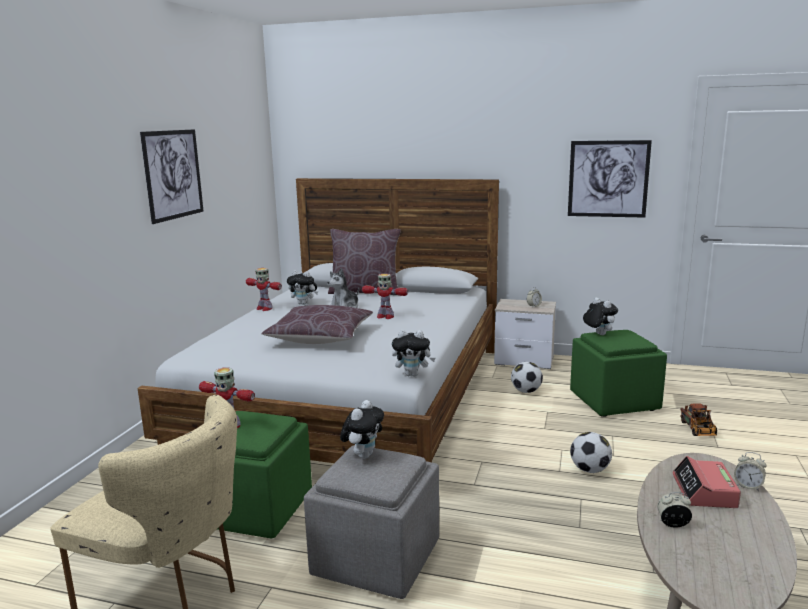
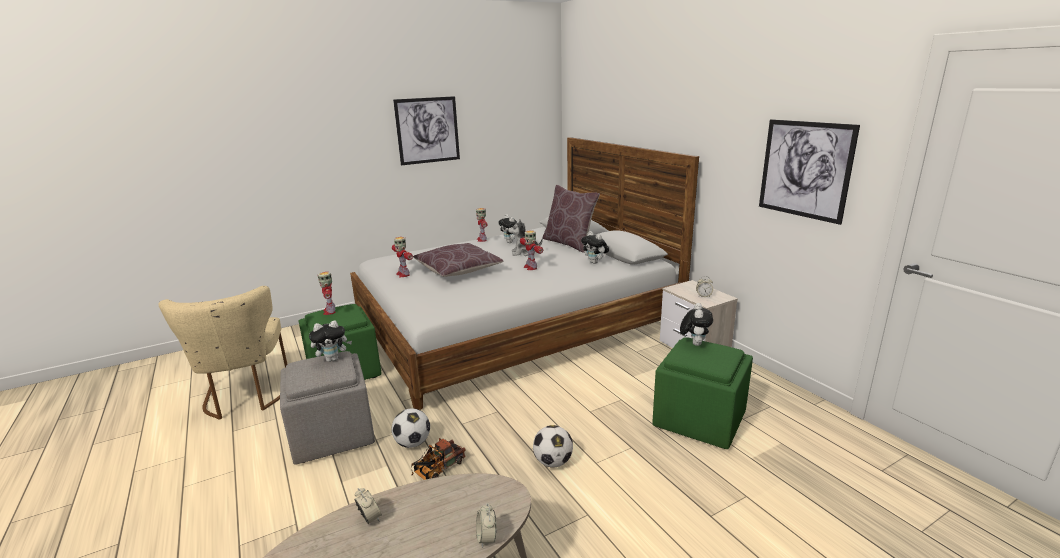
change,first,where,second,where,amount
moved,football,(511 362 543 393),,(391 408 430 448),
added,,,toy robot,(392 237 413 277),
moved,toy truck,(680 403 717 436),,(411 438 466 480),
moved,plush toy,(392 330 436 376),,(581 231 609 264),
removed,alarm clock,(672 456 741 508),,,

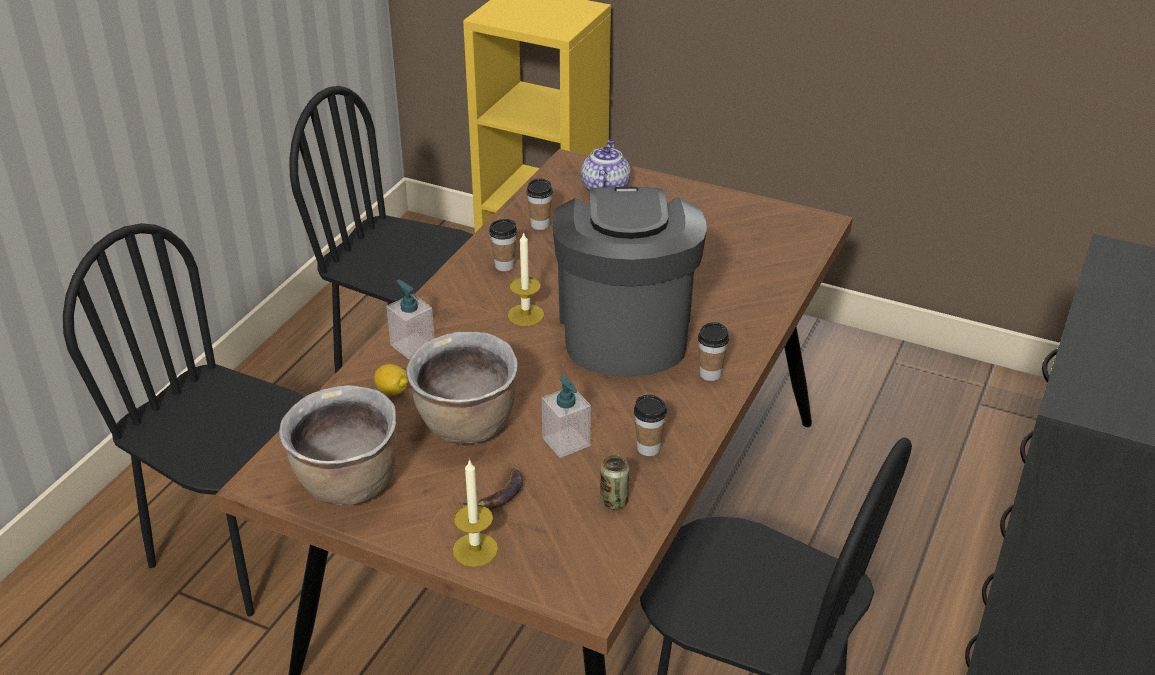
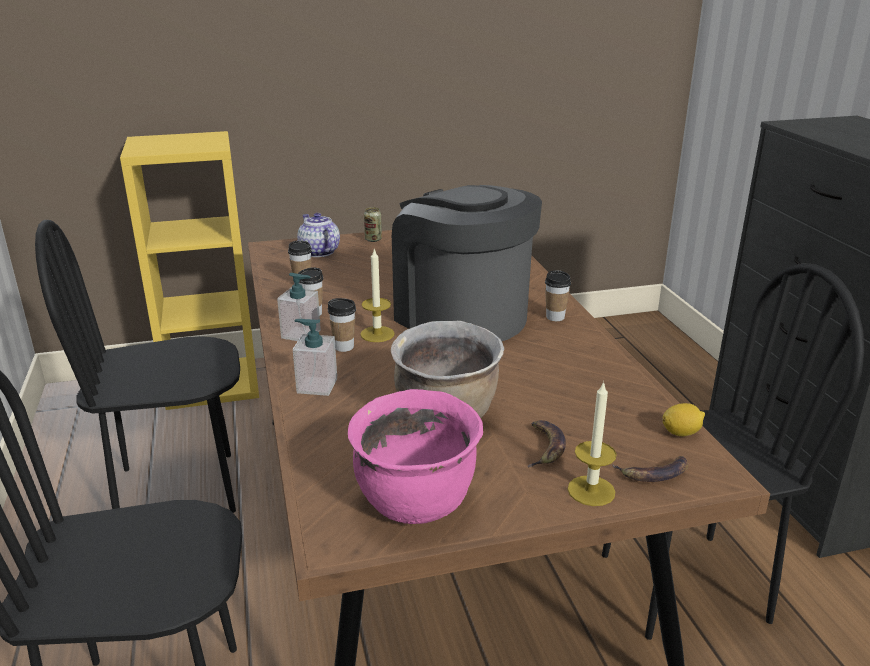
change,first,where,second,where,amount
moved,soap dispenser,(542 376 591 458),,(277 273 321 341),
moved,cup,(634 394 667 456),,(328 298 356 352),
recoloured,brown cooking pot,(279 385 397 505),pink cooking pot,(348 389 483 524),
moved,can,(600 455 629 510),,(364 207 382 242),
added,,,banana,(612 456 688 482),
moved,lemon,(374 364 409 395),,(662 403 705 436),

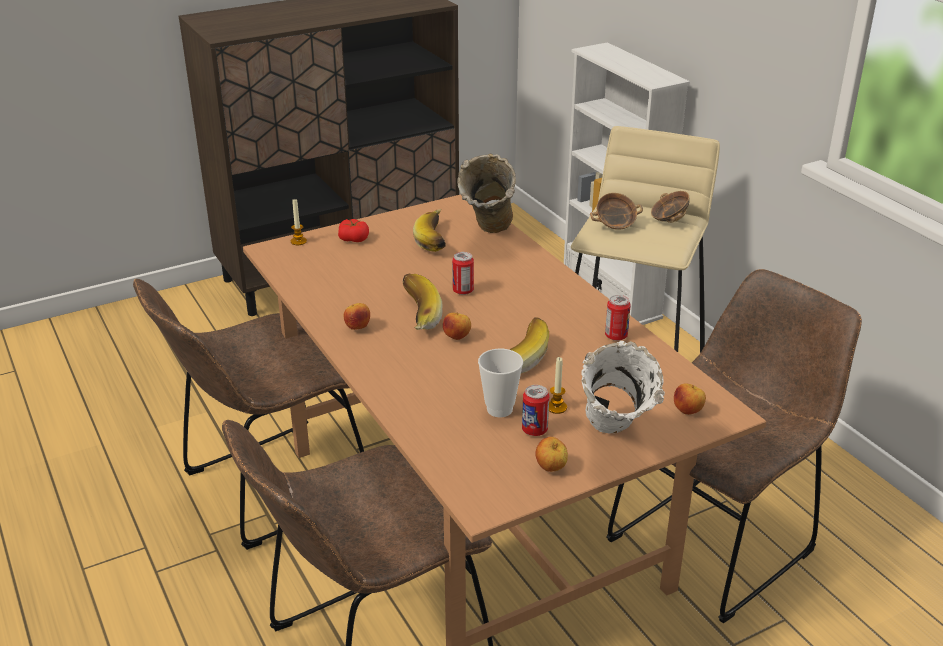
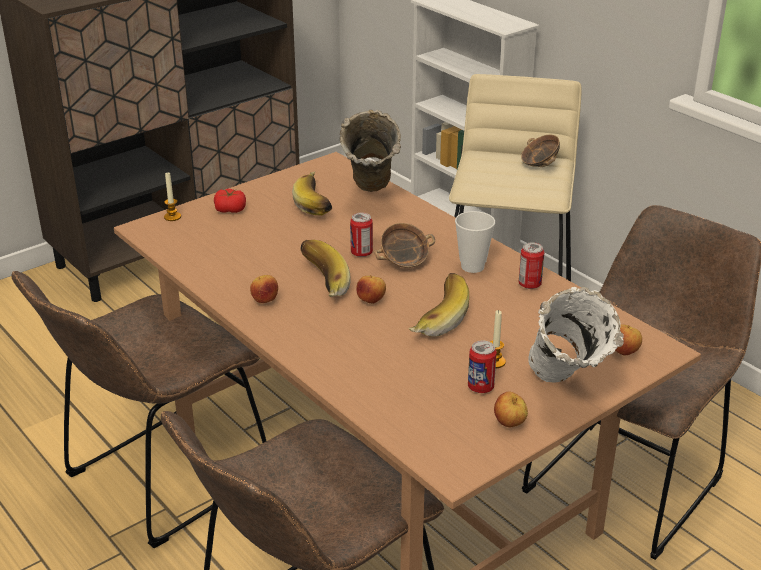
change,first,where,second,where,amount
moved,bowl,(590 193 643 230),,(374 223 435 268),
moved,cup,(478 349 523 417),,(455 211 495 273),

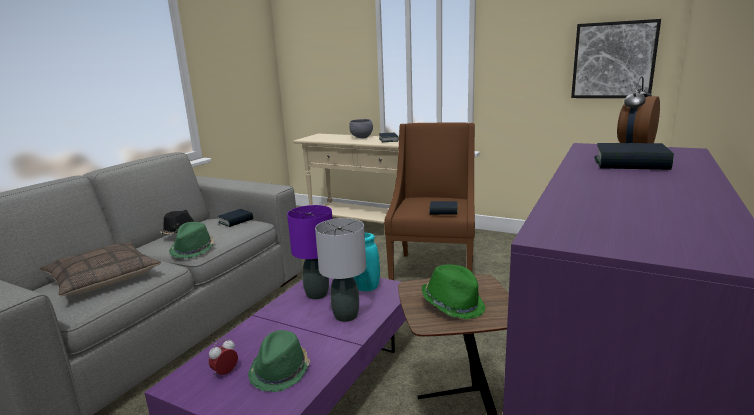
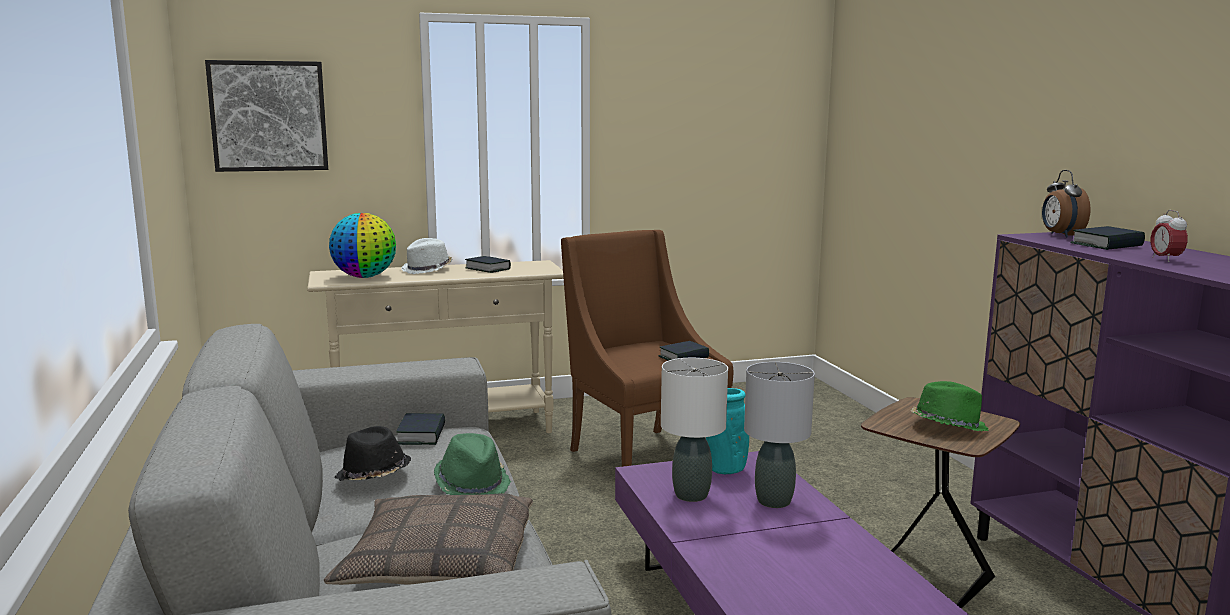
change,first,where,second,where,amount
moved,picture,(571 19 661 98),,(205 60 328 172),
added,,,globe,(329 213 396 278),
replaced,grey bowl,(349 119 373 138),white hat,(401 238 452 274),
recoloured,purple table lamp,(287 205 332 299),white table lamp,(661 358 728 502),
moved,alarm clock,(209 339 238 376),,(1150 210 1188 262),
removed,green hat,(248 330 310 392),,,

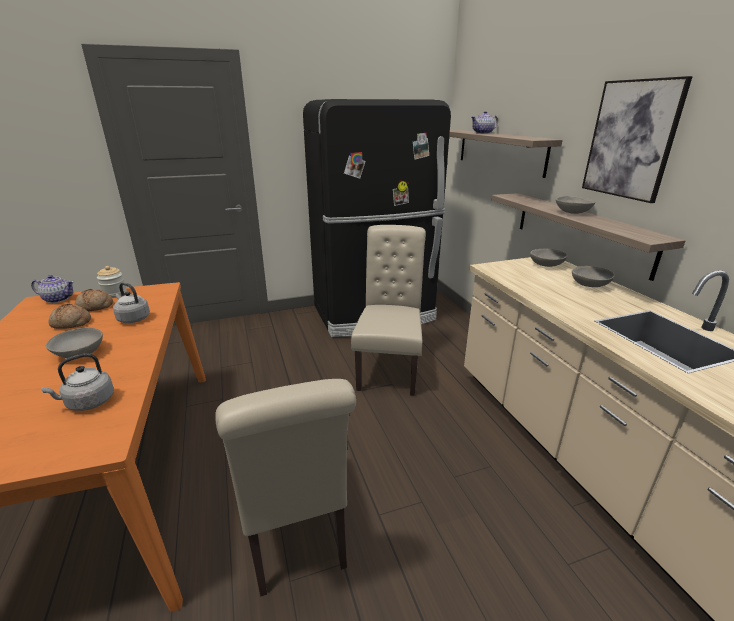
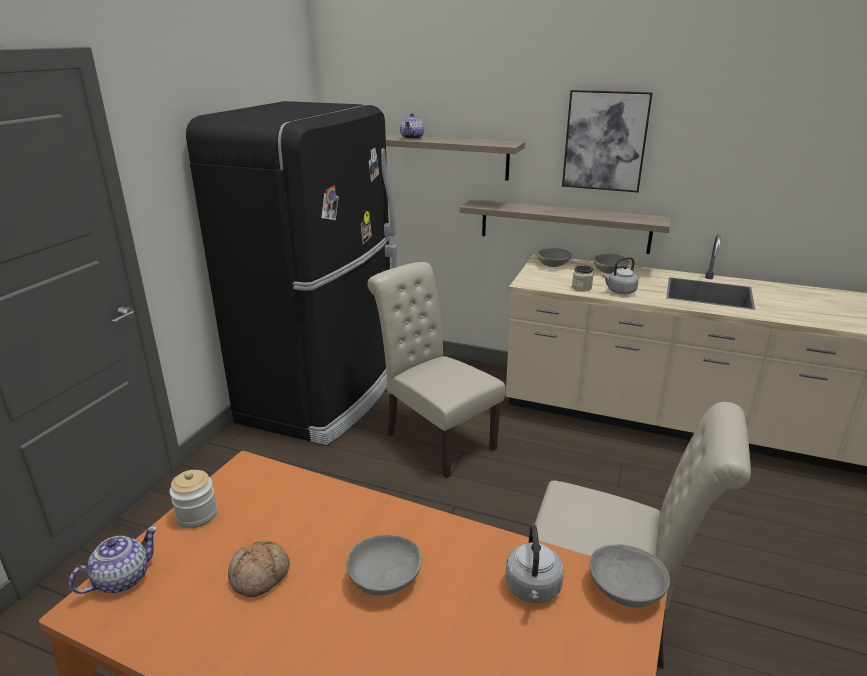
change,first,where,second,where,amount
added,,,jar,(572 265 594 291),
moved,grey bowl,(556 196 596 214),,(590 544 670 607),
moved,grey kettle,(113 283 150 323),,(603 257 639 294),
removed,bread,(74 289 113 311),,,

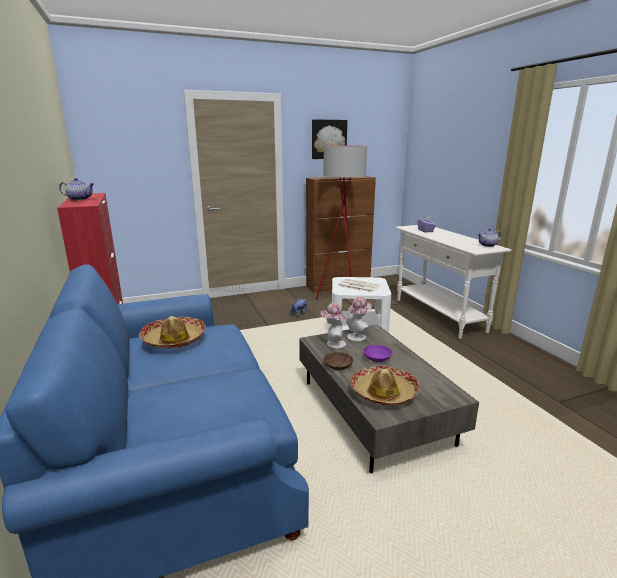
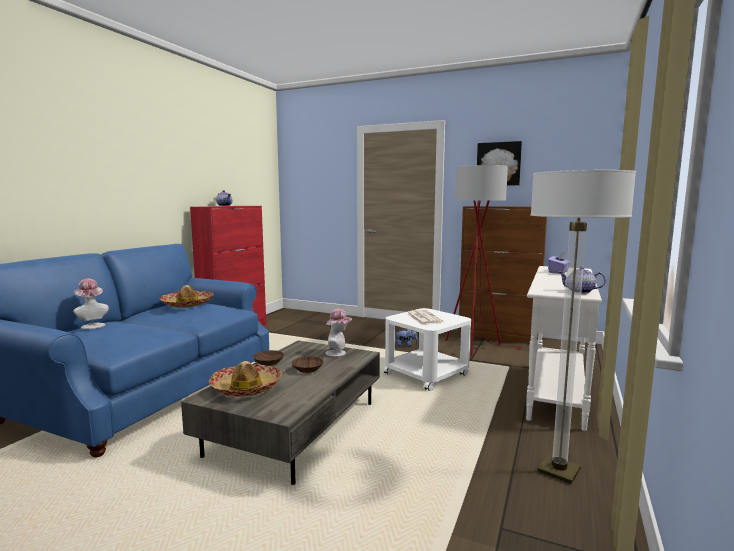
change,first,where,second,where,amount
moved,hat,(320 303 346 348),,(73 279 109 329),
recoloured,purple bowl,(363 345 393 362),brown bowl,(292 356 324 373),
added,,,floor lamp,(530 170 636 484),

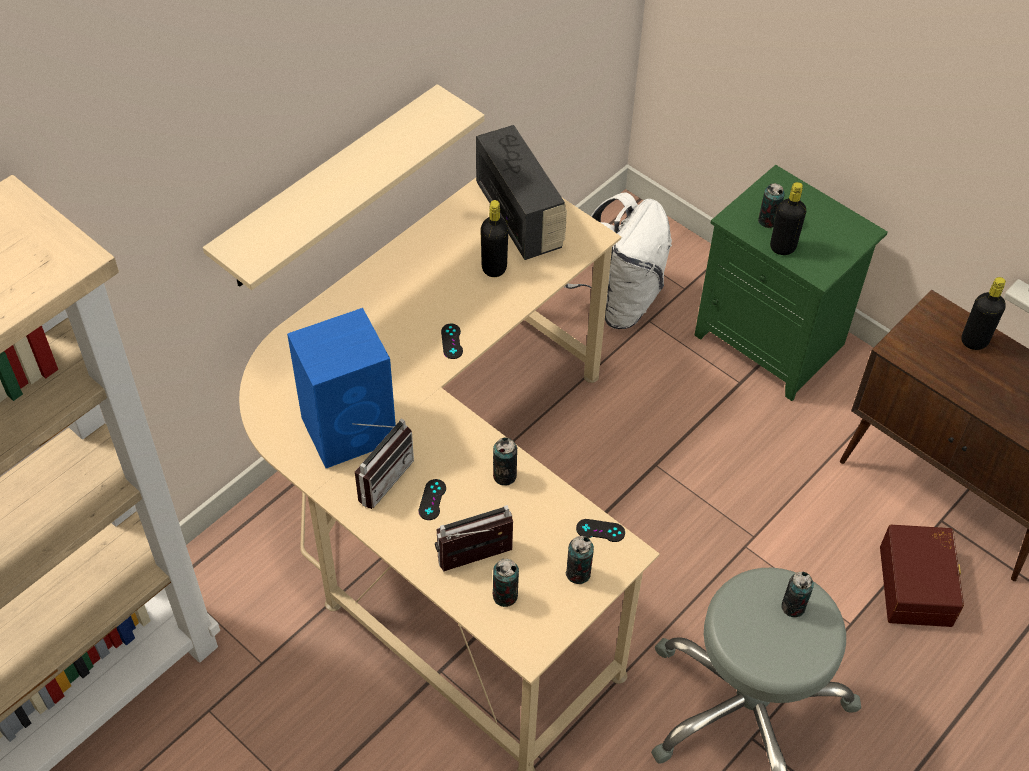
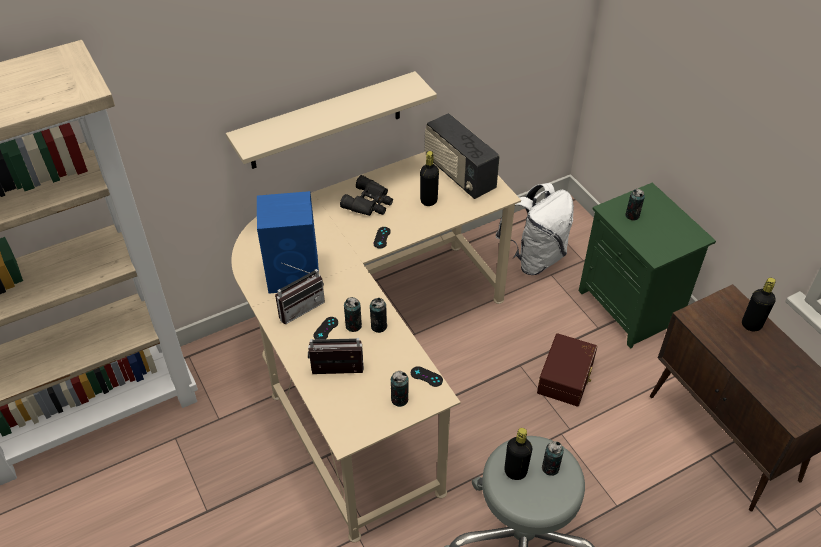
change,first,where,second,where,amount
added,,,black binoculars,(340 175 393 216),
moved,can,(493 559 519 607),,(344 297 362 332),
turned,radio,(476 125 567 260),,(425 113 500 199),150 degrees clockwise
moved,black bottle,(770 182 806 255),,(504 428 532 480),
moved,brown storage box,(880 525 964 627),,(537 333 597 407),

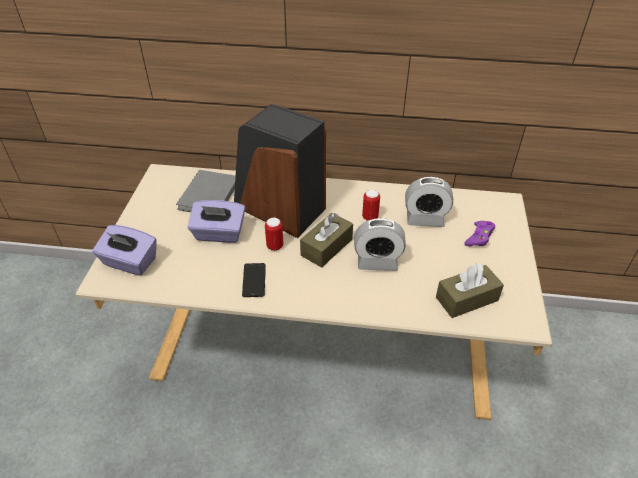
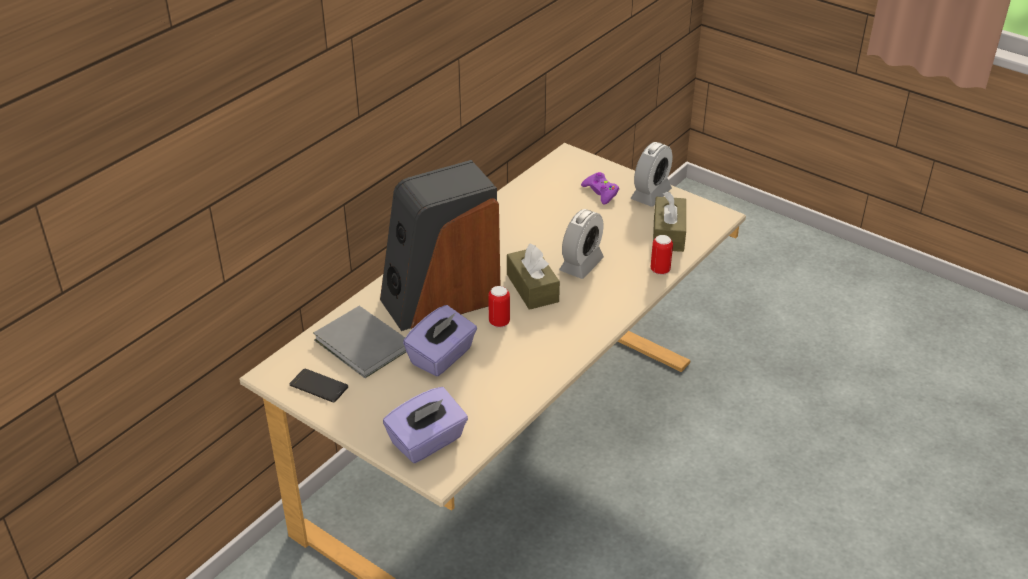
change,first,where,second,where,amount
moved,phone,(242 263 266 297),,(290 369 348 402),
moved,alarm clock,(405 177 453 227),,(631 142 672 207),
moved,can,(362 189 380 221),,(651 235 673 275),

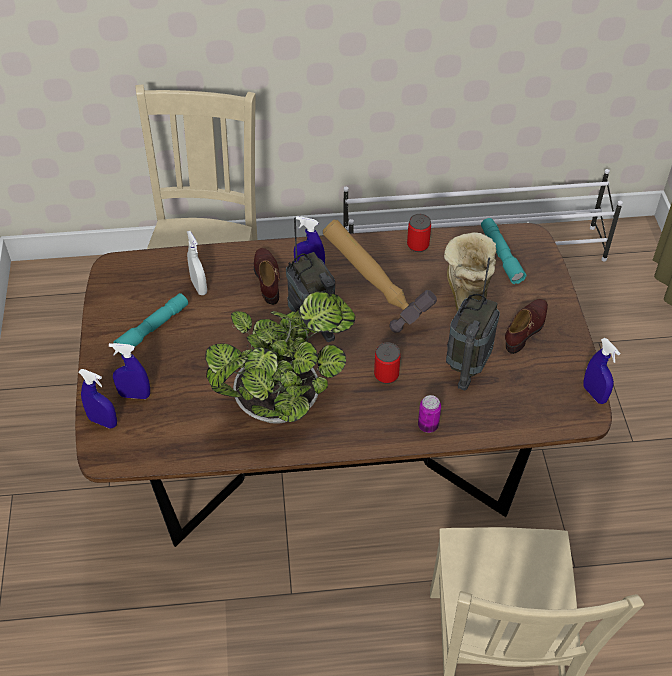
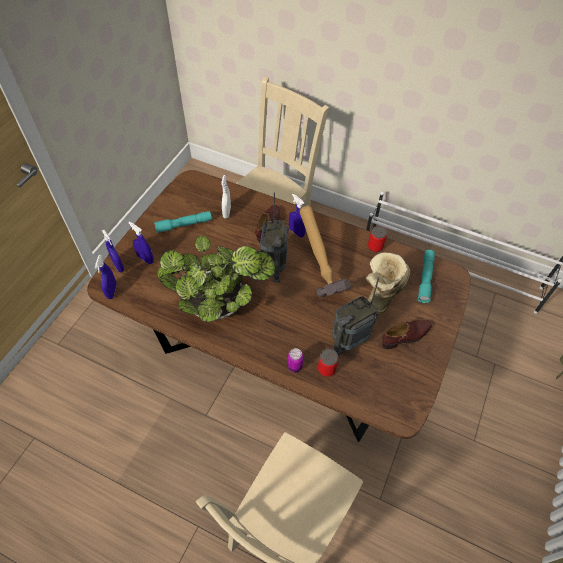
change,first,where,second,where,amount
moved,blue spray bottle,(583 338 620 404),,(95 255 117 299),
moved,can,(374 343 400 384),,(318 349 339 377),

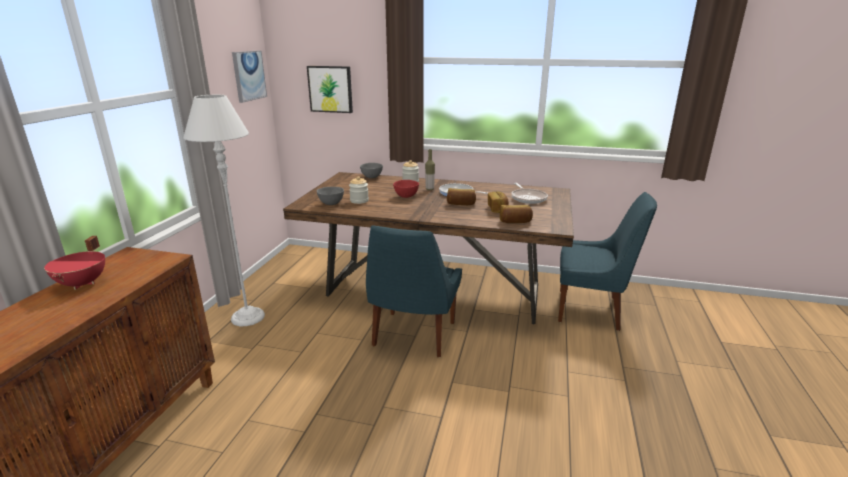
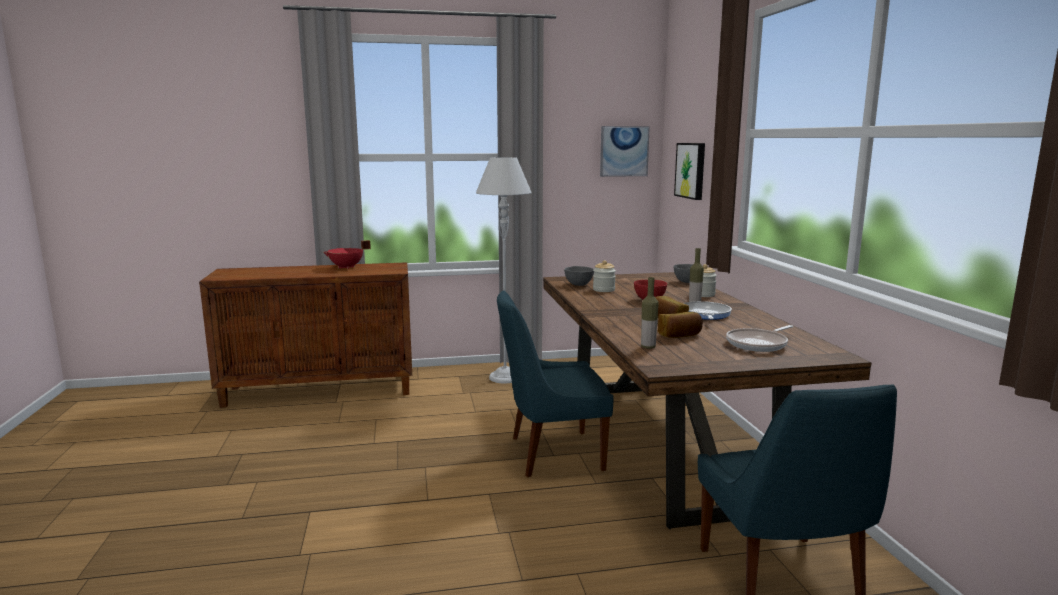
change,first,where,second,where,amount
replaced,bread,(500 205 533 223),bottle,(641 277 659 349),

